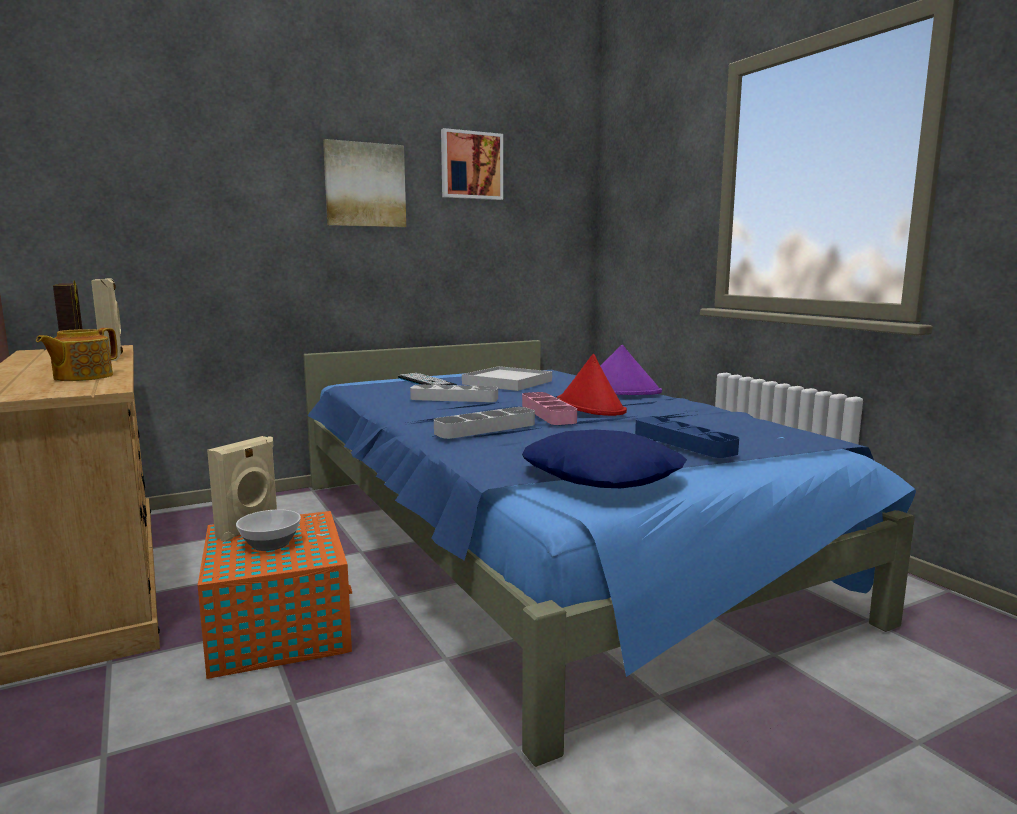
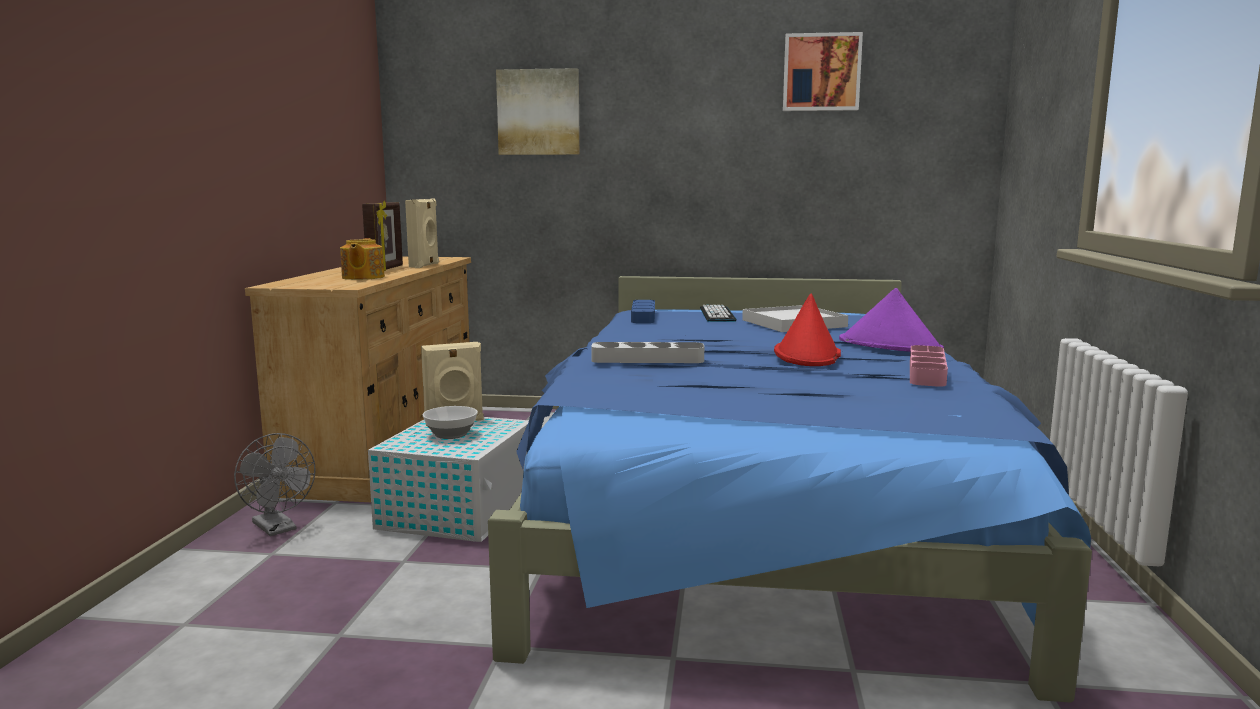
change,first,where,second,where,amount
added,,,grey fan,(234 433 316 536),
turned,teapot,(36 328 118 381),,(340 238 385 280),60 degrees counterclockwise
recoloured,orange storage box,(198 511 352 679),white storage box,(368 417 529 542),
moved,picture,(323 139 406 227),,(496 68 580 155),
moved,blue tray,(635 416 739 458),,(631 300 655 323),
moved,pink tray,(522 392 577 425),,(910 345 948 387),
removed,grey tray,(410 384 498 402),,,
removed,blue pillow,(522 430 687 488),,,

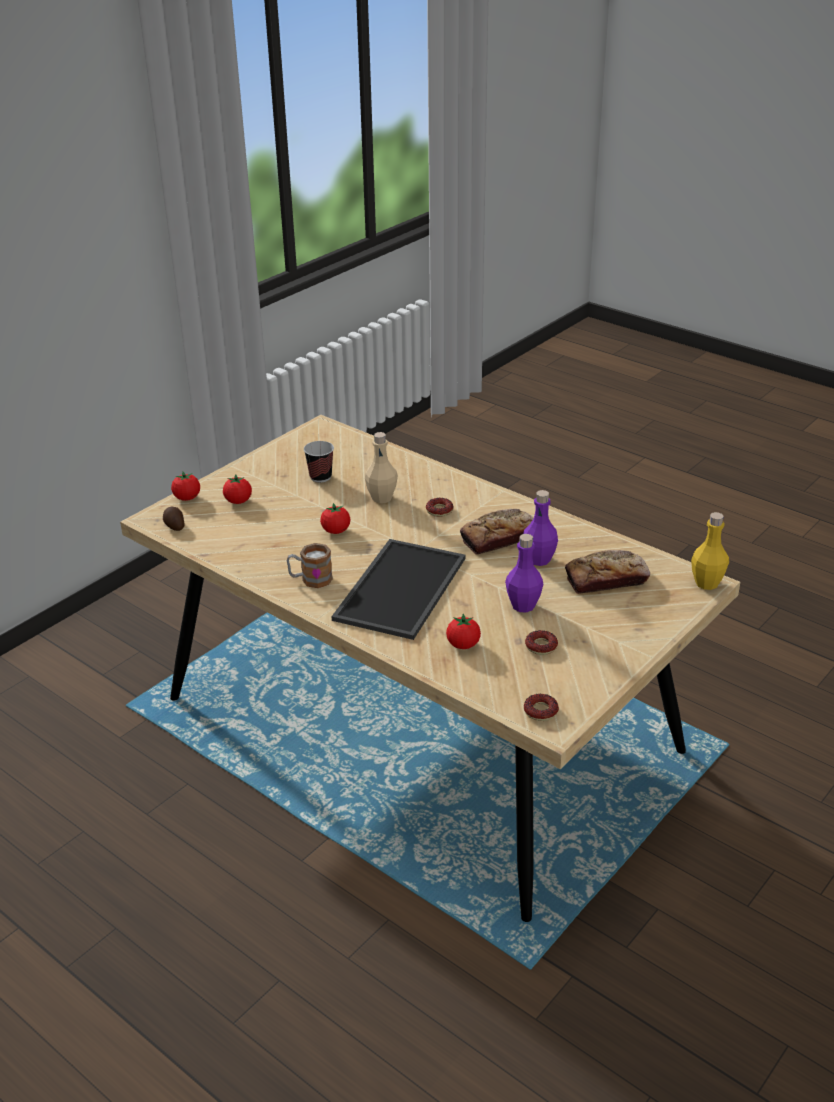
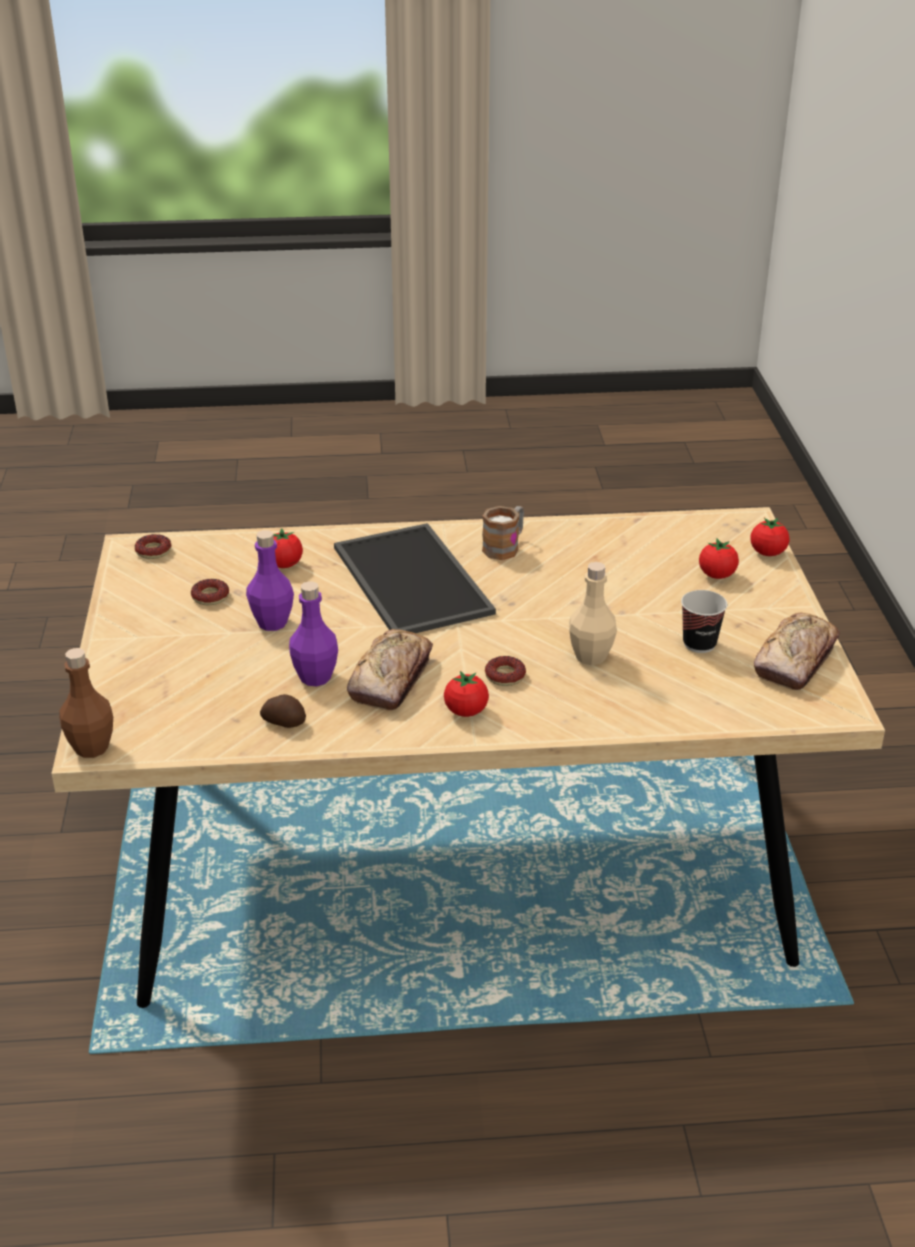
change,first,where,second,where,amount
recoloured,yellow bottle,(691 512 729 590),brown bottle,(59 648 113 758),
moved,potato,(163 506 184 531),,(260 694 306 728),
moved,tomato,(320 503 350 534),,(444 671 489 717),
moved,bread,(565 550 650 594),,(754 612 840 690),

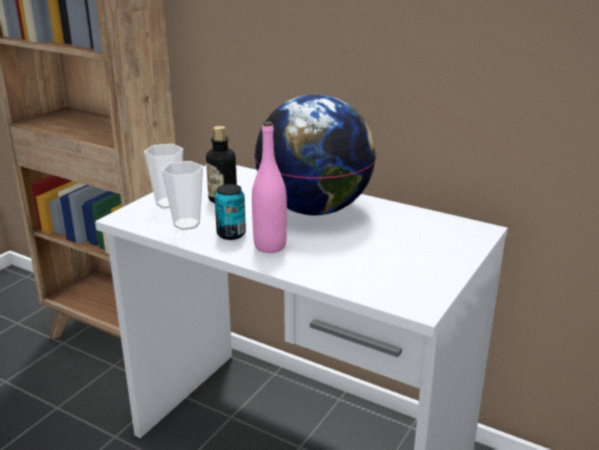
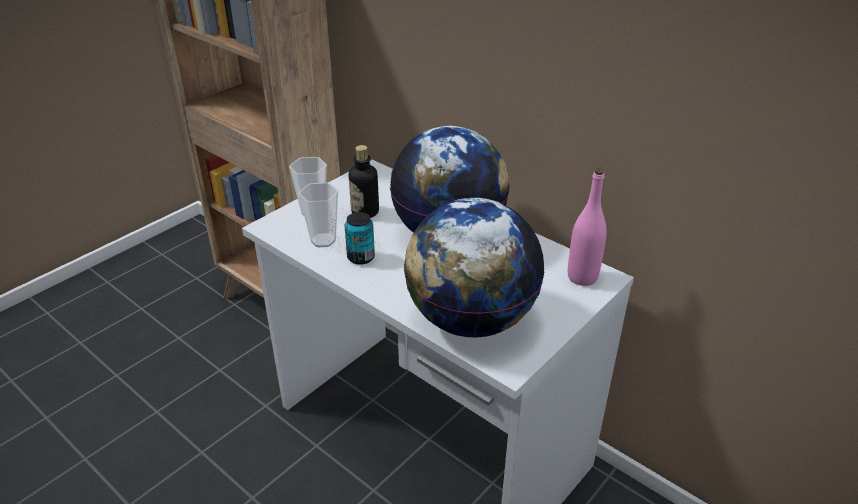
change,first,where,second,where,amount
added,,,globe,(404 198 545 338),
moved,pink bottle,(252 121 287 253),,(568 168 607 286),

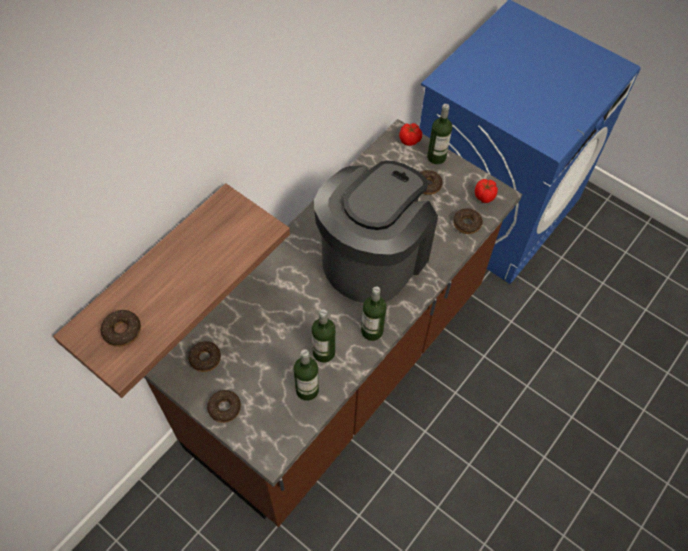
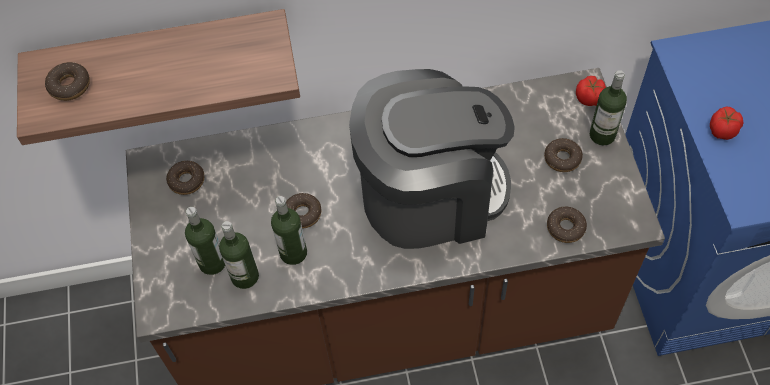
change,first,where,second,where,amount
moved,bottle,(361 286 386 341),,(185 207 225 275),
moved,donut,(207 390 241 423),,(286 193 321 229),
moved,tomato,(475 179 498 203),,(710 107 744 140),

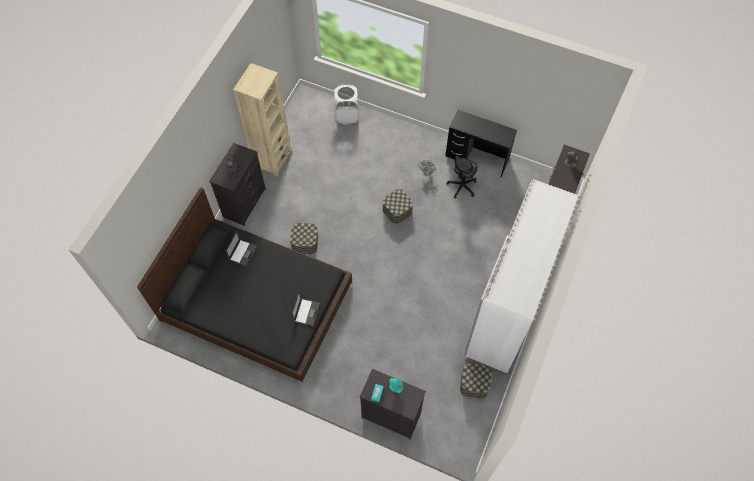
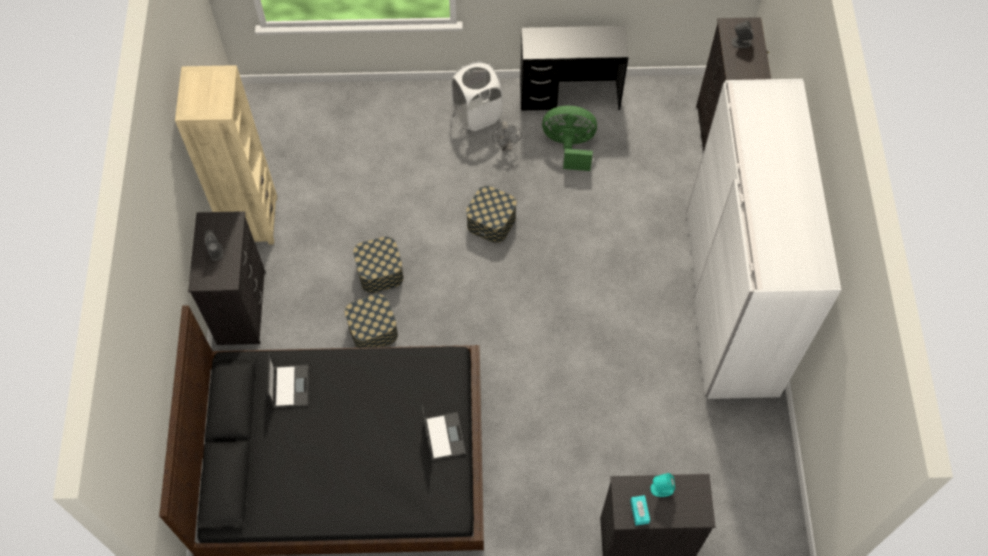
change,first,where,second,where,amount
moved,storage box,(460 363 492 398),,(353 236 404 293),
moved,white laundry basket,(334 84 359 124),,(451 61 503 131),
replaced,black office chair,(446 156 478 199),green fan,(542 106 597 171),

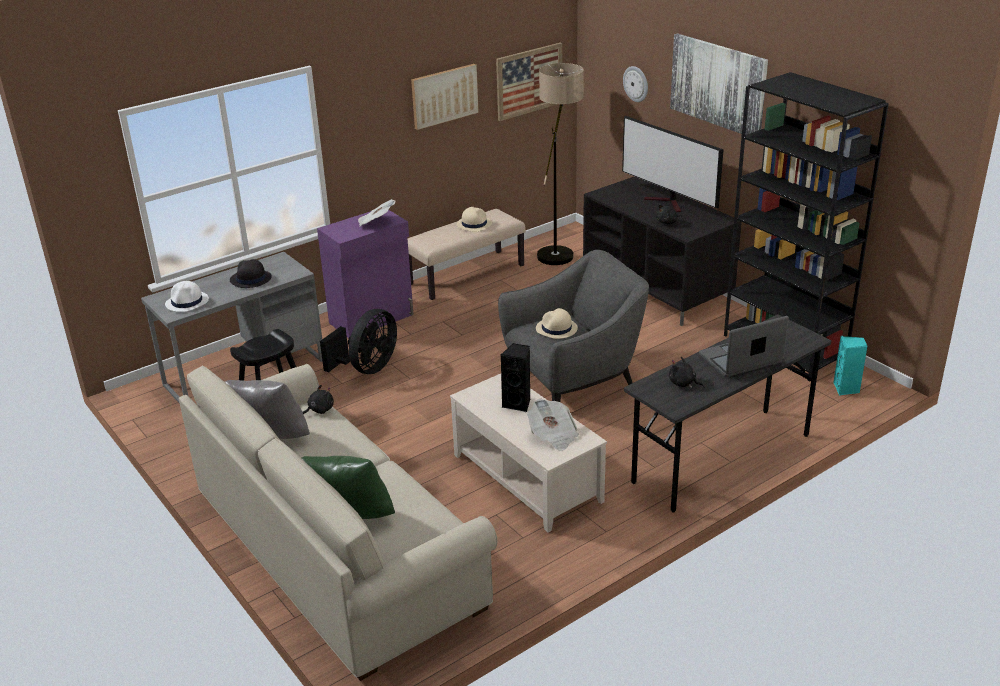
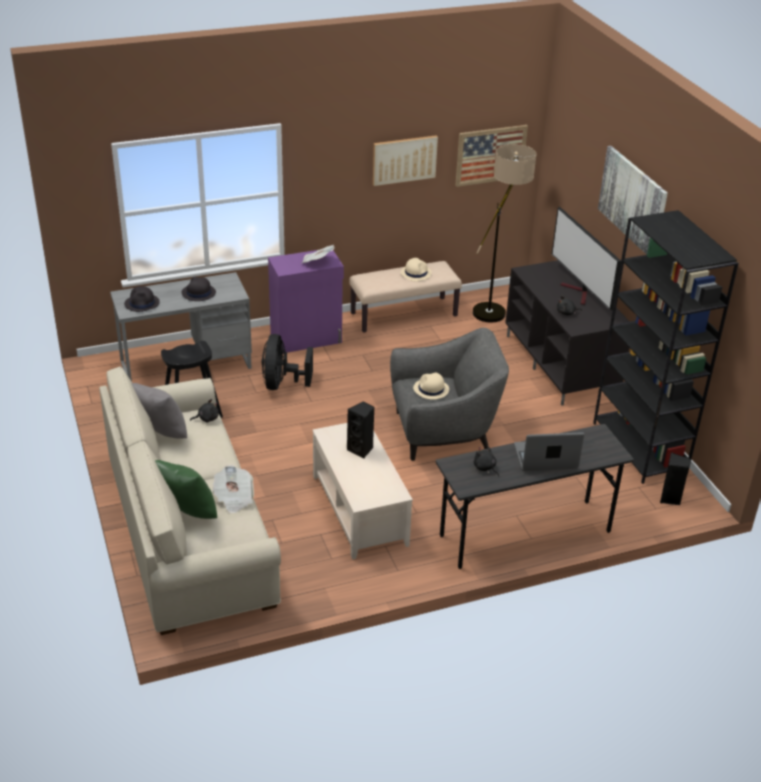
change,first,where,second,where,amount
recoloured,white hat,(165 281 209 312),black hat,(124 286 160 312),
moved,newspaper,(527 399 579 451),,(212 465 254 514),
turned,black fan,(320 309 397 374),,(262 334 313 390),135 degrees clockwise
recoloured,turquoise speaker,(833 336 868 396),black speaker,(660 453 691 505),
removed,wall clock,(623 66 648 102),,,

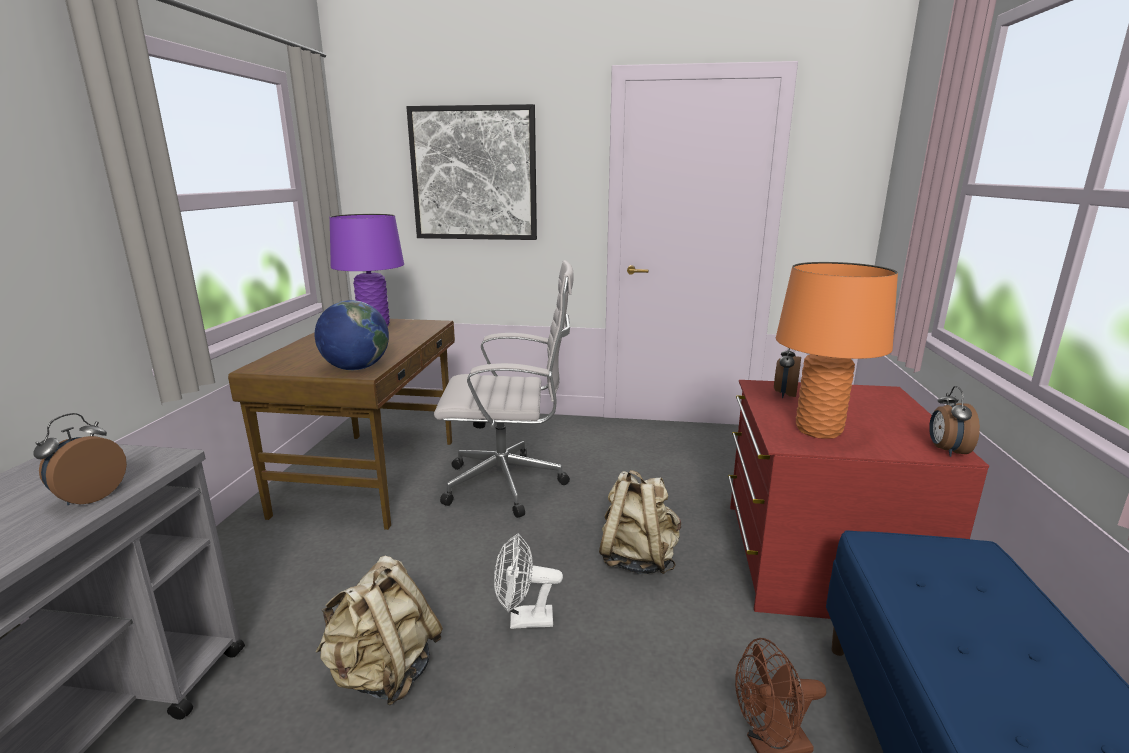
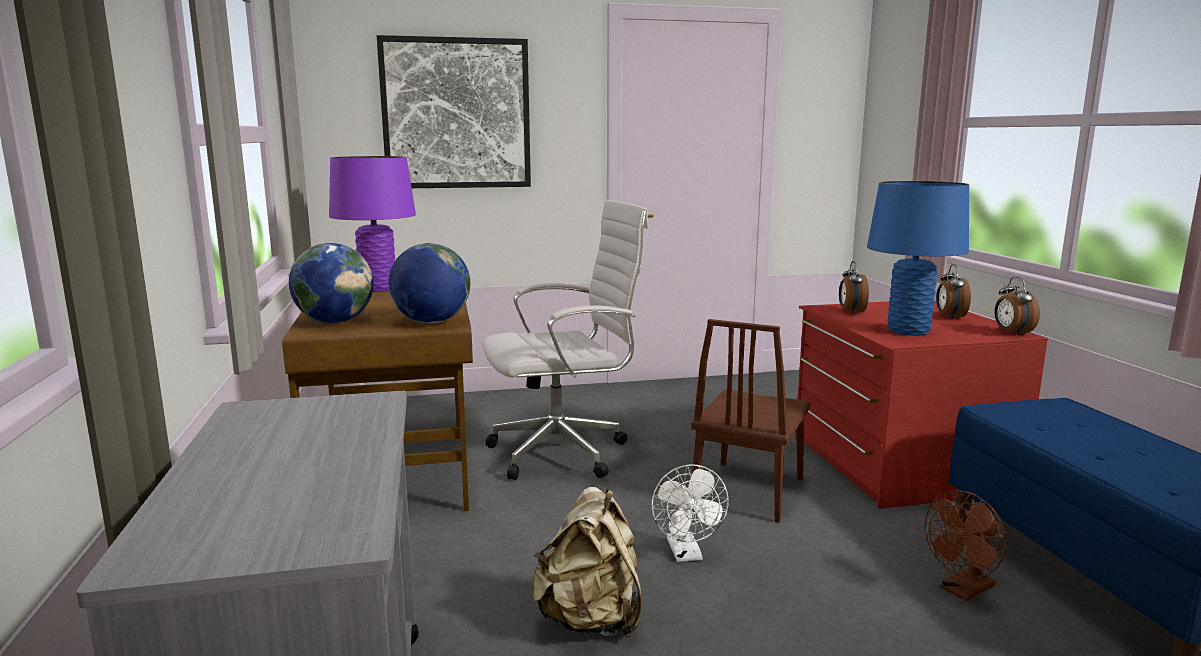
change,first,where,second,where,amount
added,,,globe,(289 243 373 323),
turned,white fan,(494 533 563 629),,(651 464 729 562),75 degrees counterclockwise
replaced,beige backpack,(599 470 681 574),brown chair,(691 319 810 523),
recoloured,orange table lamp,(776 262 898 439),blue table lamp,(867 181 969 336),
moved,alarm clock,(33 413 127 505),,(936 265 971 319),

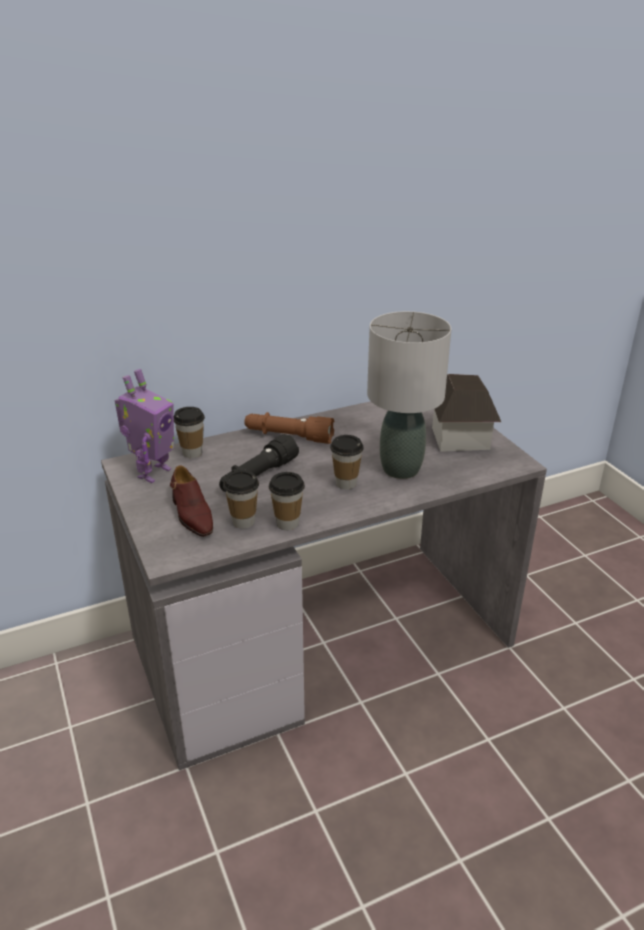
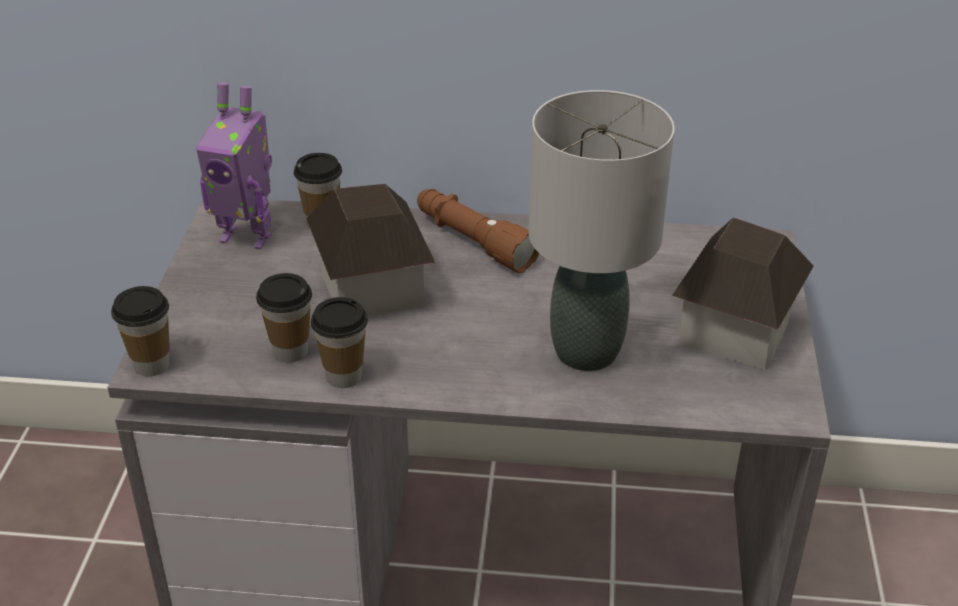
change,first,where,second,where,amount
moved,cup,(330 435 364 489),,(111 286 170 377),
turned,toy robot,(115 369 174 483),,(196 83 272 249),45 degrees clockwise
replaced,black flashlight,(219 434 299 492),toy house,(307 184 435 318),
removed,brown shoe,(170 465 213 537),,,

